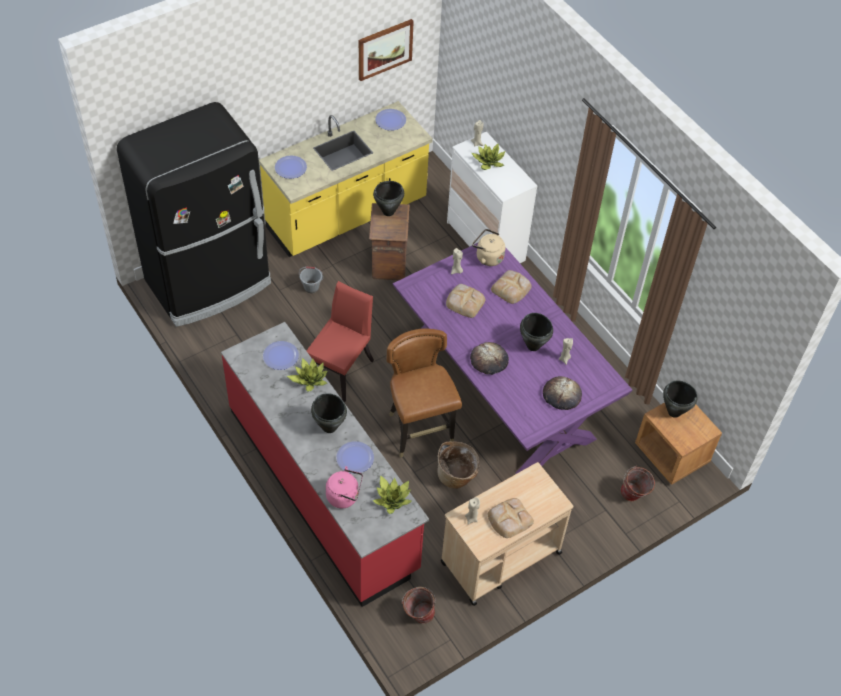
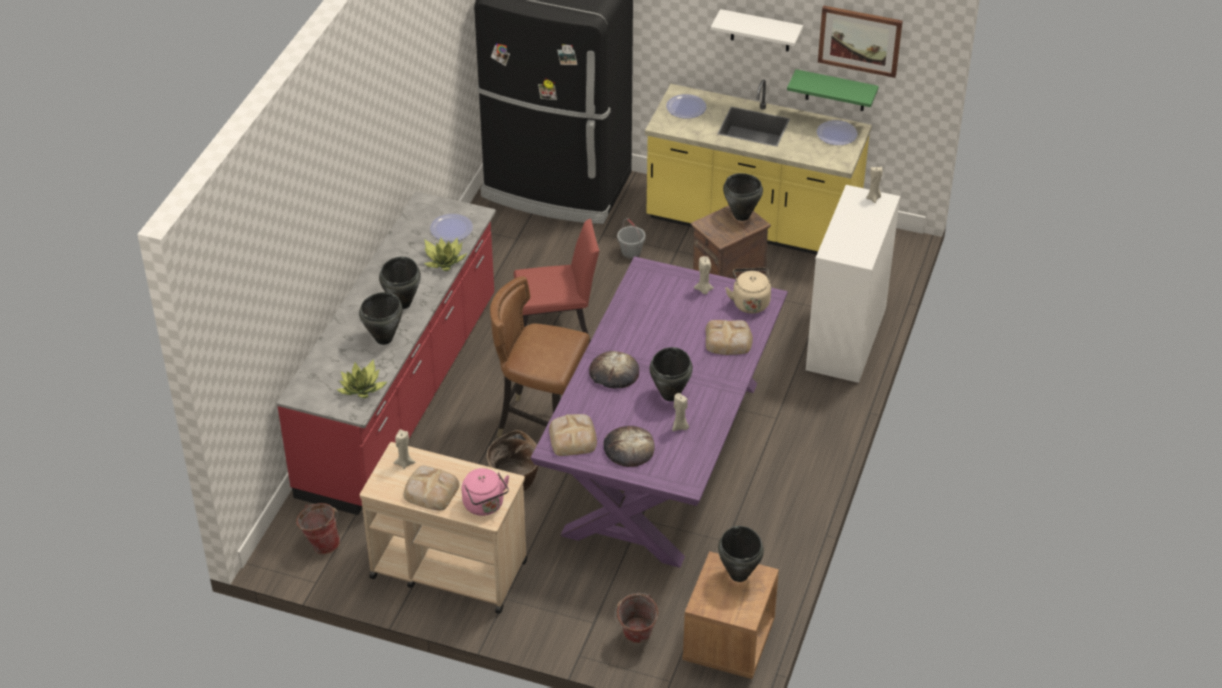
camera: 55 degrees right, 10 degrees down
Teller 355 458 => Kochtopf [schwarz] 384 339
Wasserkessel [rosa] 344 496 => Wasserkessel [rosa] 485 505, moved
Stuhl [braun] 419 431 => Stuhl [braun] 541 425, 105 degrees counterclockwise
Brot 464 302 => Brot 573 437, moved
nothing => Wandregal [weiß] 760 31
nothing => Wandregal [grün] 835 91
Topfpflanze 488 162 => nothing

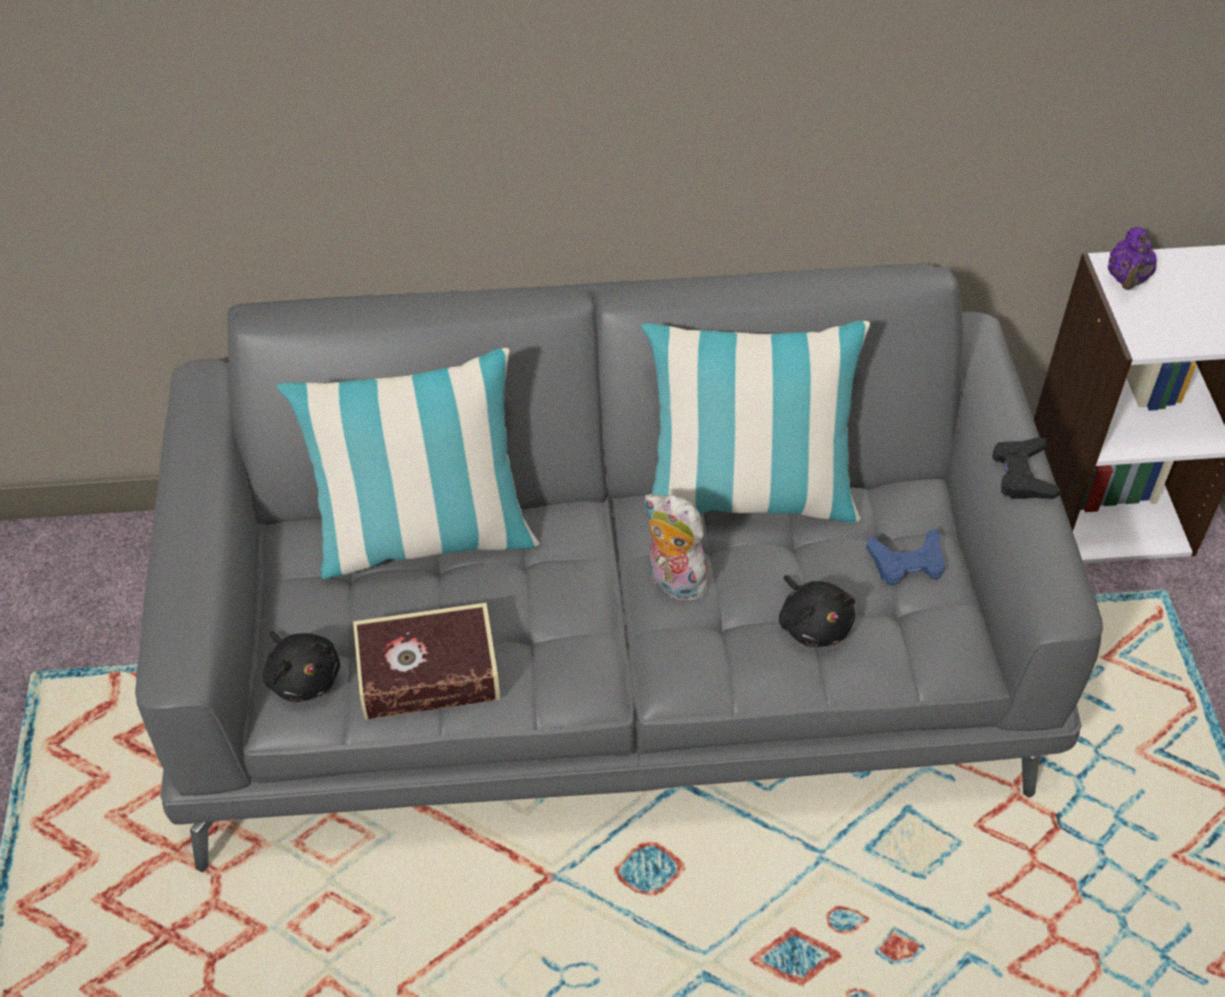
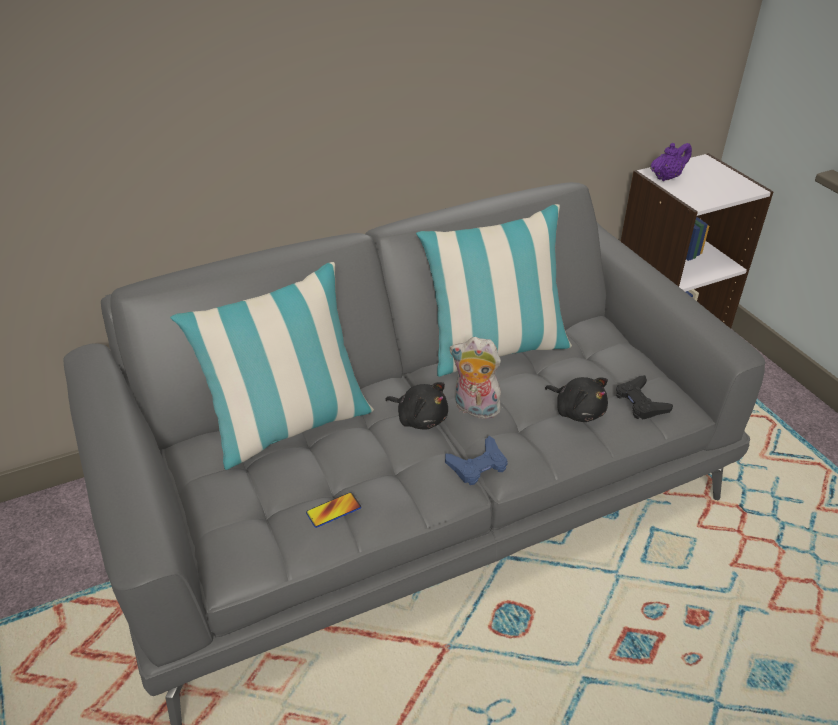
camera: 20 degrees left, 10 degrees down
Buch 428 673 => Handy 333 510
Plüschtier [schwarz] 303 677 => Plüschtier [schwarz] 420 418, moved
Gamepad [blau] 907 562 => Gamepad [blau] 478 465, moved
Gamepad [schwarz] 1022 474 => Gamepad [schwarz] 640 402, moved
Teekanne [lila] 1127 280 => Teekanne [lila] 666 177, 120 degrees counterclockwise

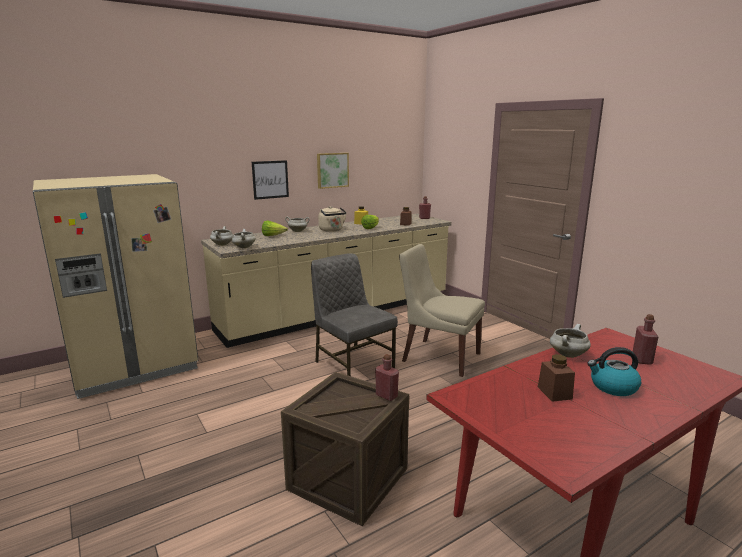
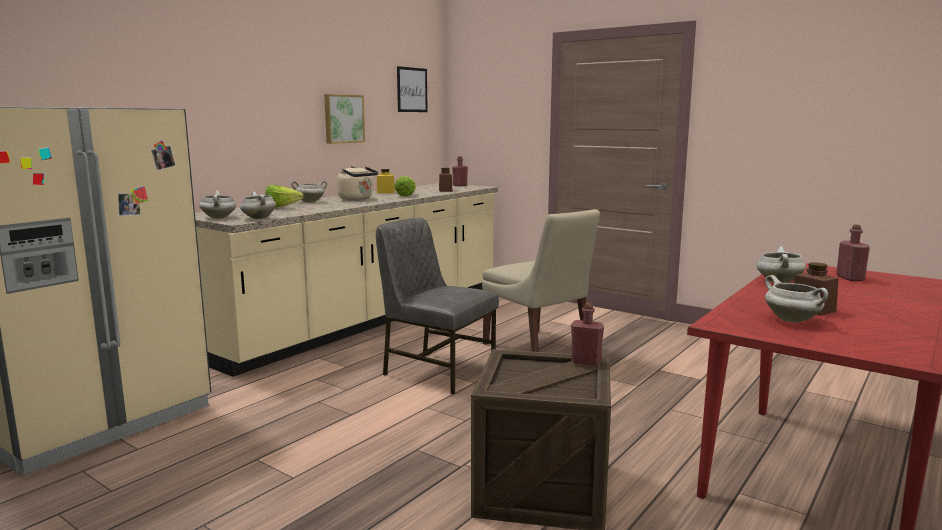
camera: 20 degrees left, 5 degrees down
Bild 270 179 => Bild 412 90, moved
Stuhl [beige] 438 356 => Stuhl [beige] 538 348, 135 degrees counterclockwise
nothing => Kochtopf [weiß] 793 320
Wasserkessel 613 387 => nothing

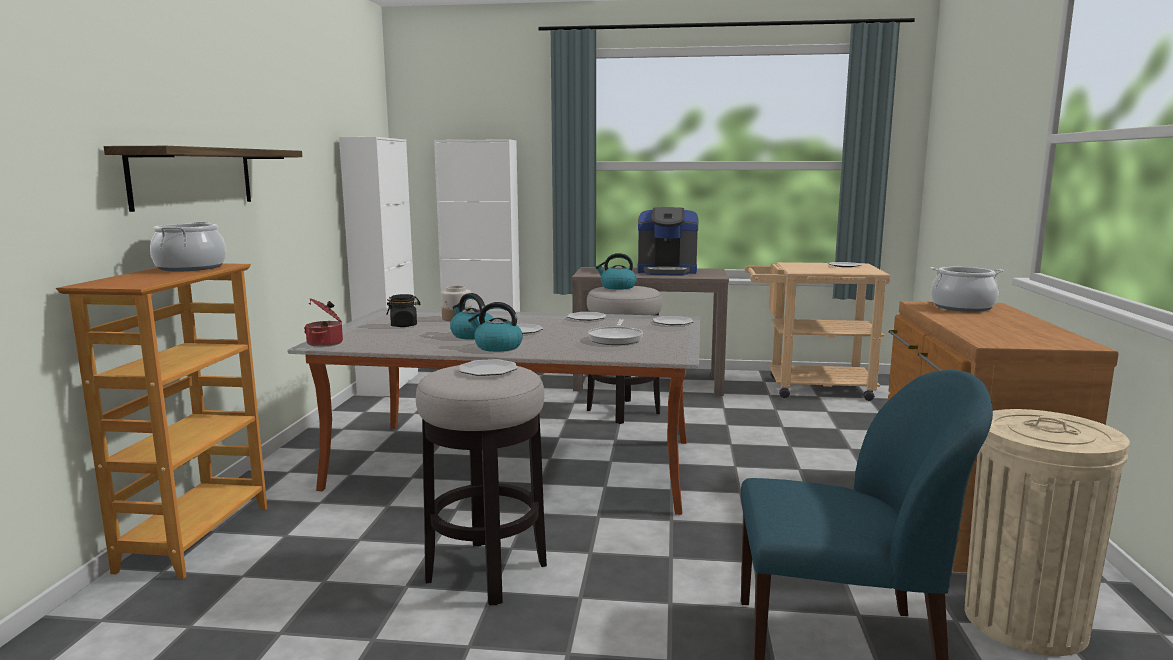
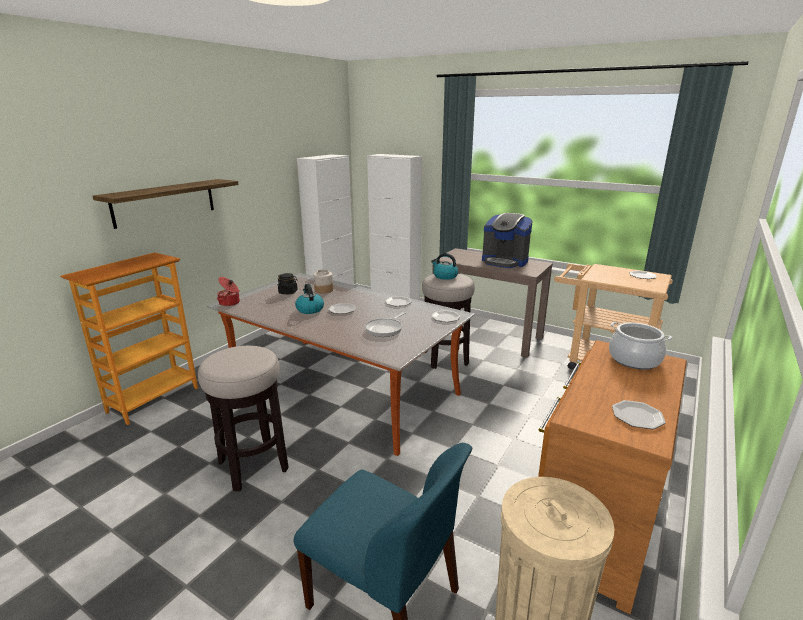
camera: 25 degrees right, 10 degrees up
Teller 487 370 => Teller 637 416, moved
Kochtopf 190 268 => nothing
Wasserkessel 497 347 => nothing

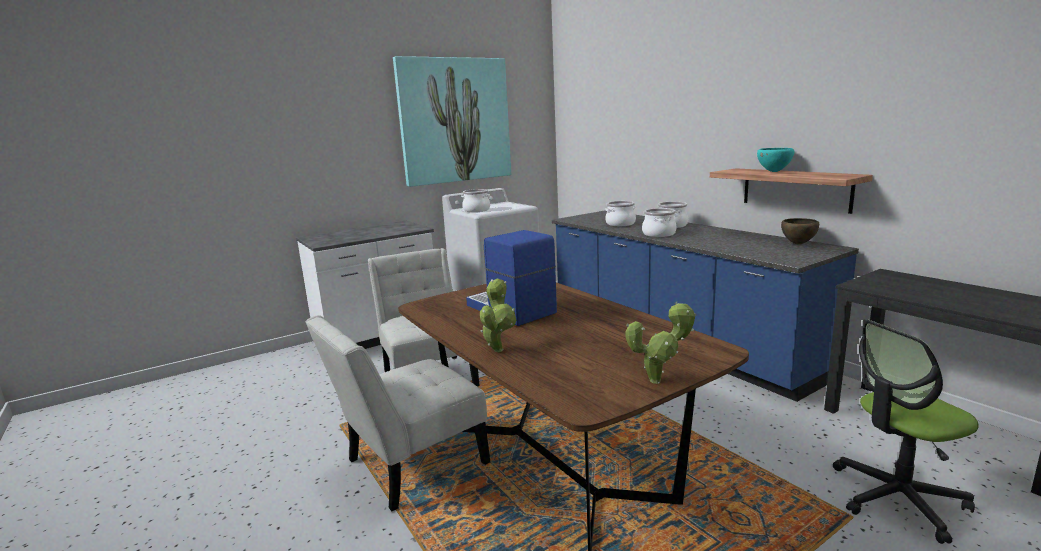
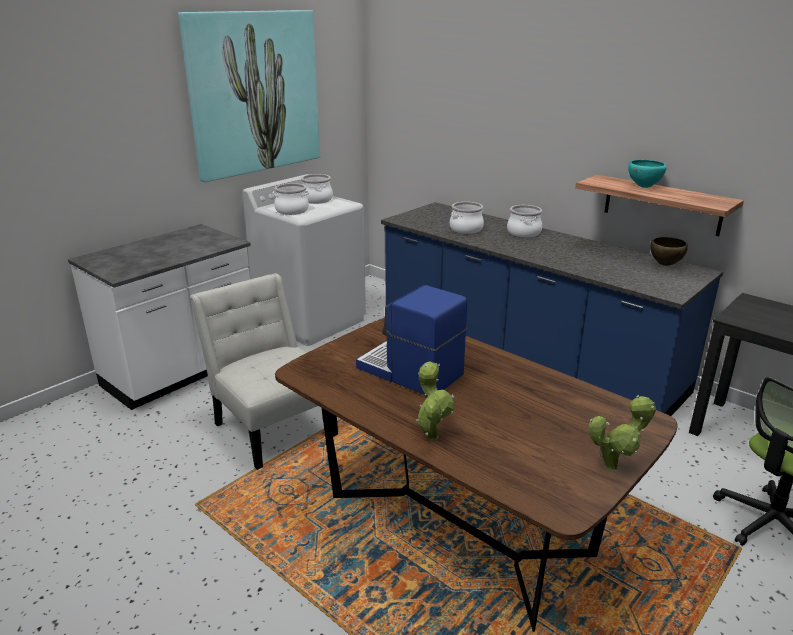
camera: 15 degrees left, 10 degrees up
Kochtopf 659 234 => Kochtopf 317 200, moved
Stuhl [weiß] 410 465 => nothing

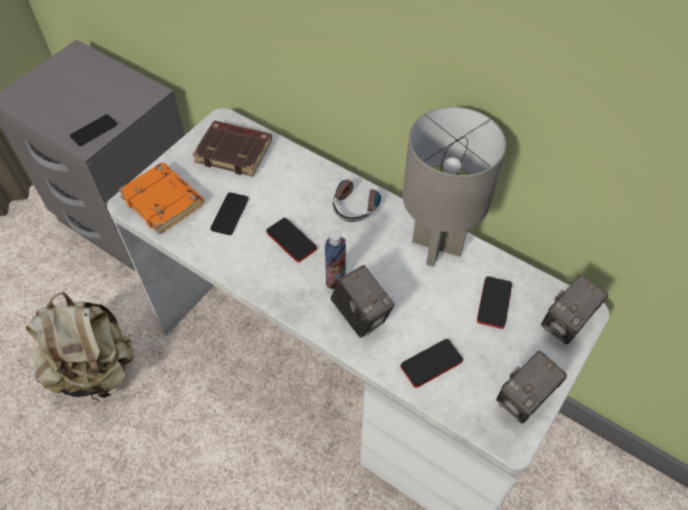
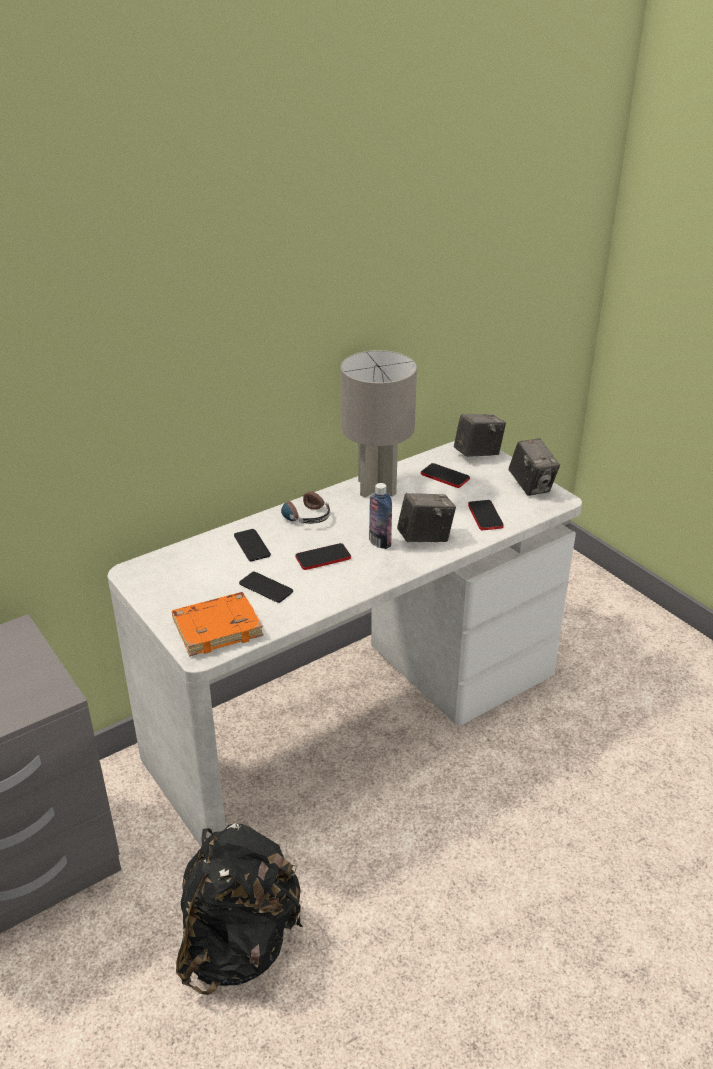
camera: 70 degrees left, 20 degrees down
Rucksack [beige] 95 370 => Rucksack [schwarz] 239 945
Handy 94 130 => Handy 252 545, moved
Kamera 566 323 => Kamera 478 453, 90 degrees counterclockwise
Buch [braun] 235 151 => nothing

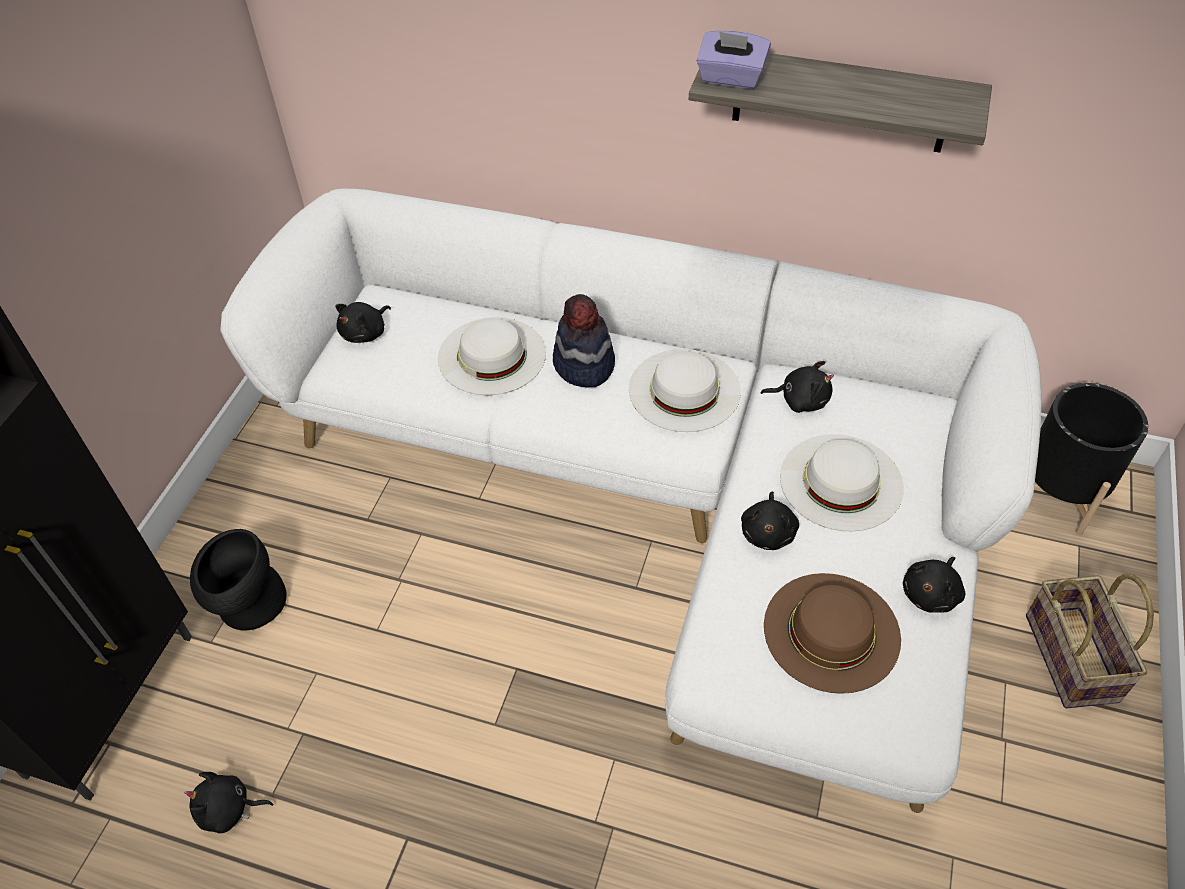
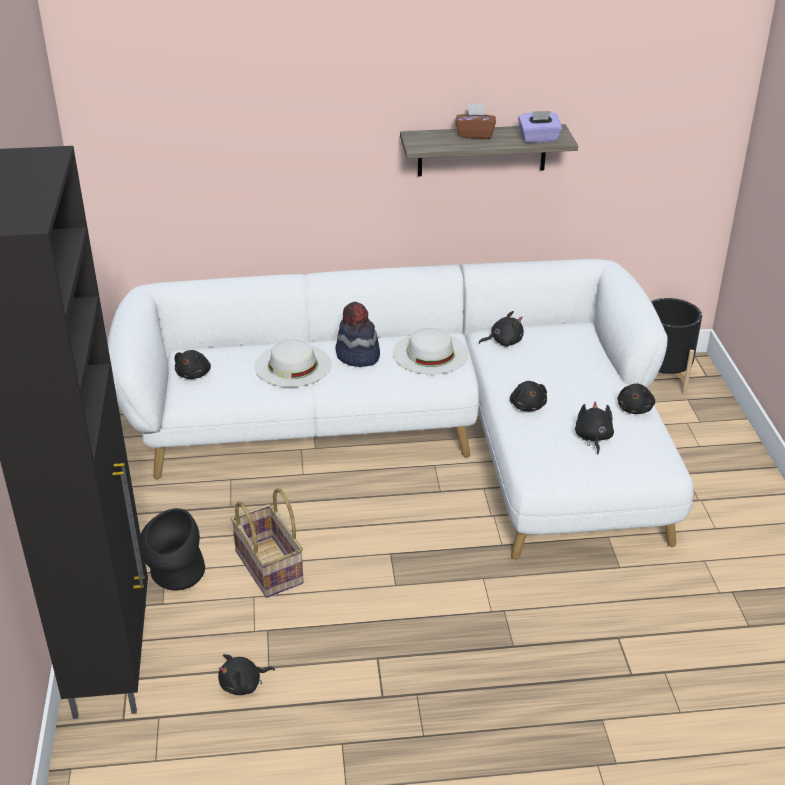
camera: 25 degrees left, 15 degrees down
Korb 1073 658 => Korb 270 567, moved
nothing => Taschentuchbox [braun] 475 135
Taschentuchbox [lila] 731 79 => Taschentuchbox [lila] 538 139, moved
Hut [braun] 831 631 => Plüschtier [schwarz] 593 438
Hut [weiß] 841 481 => nothing

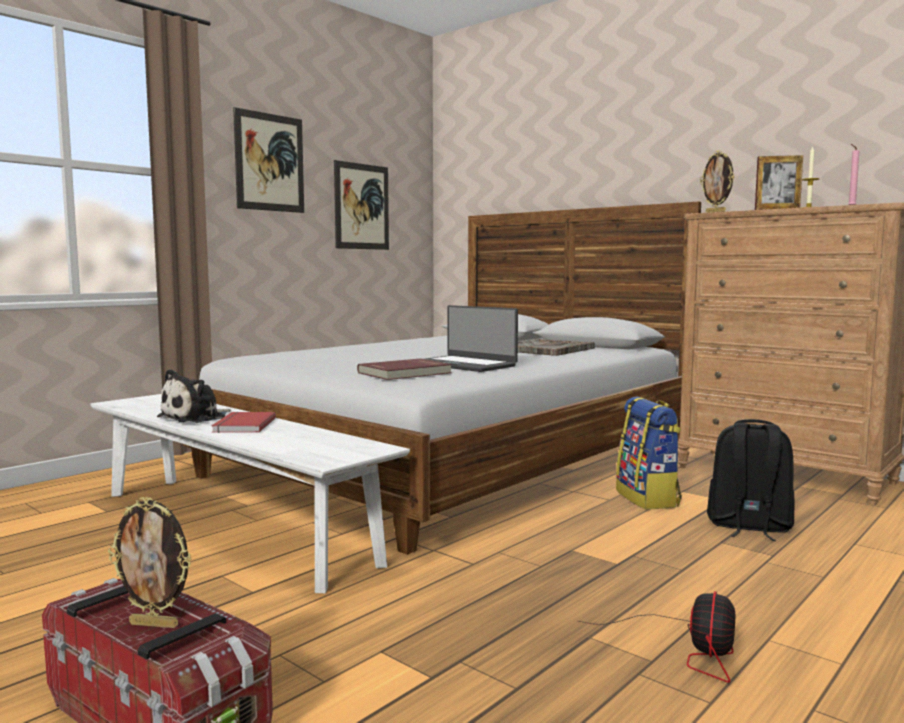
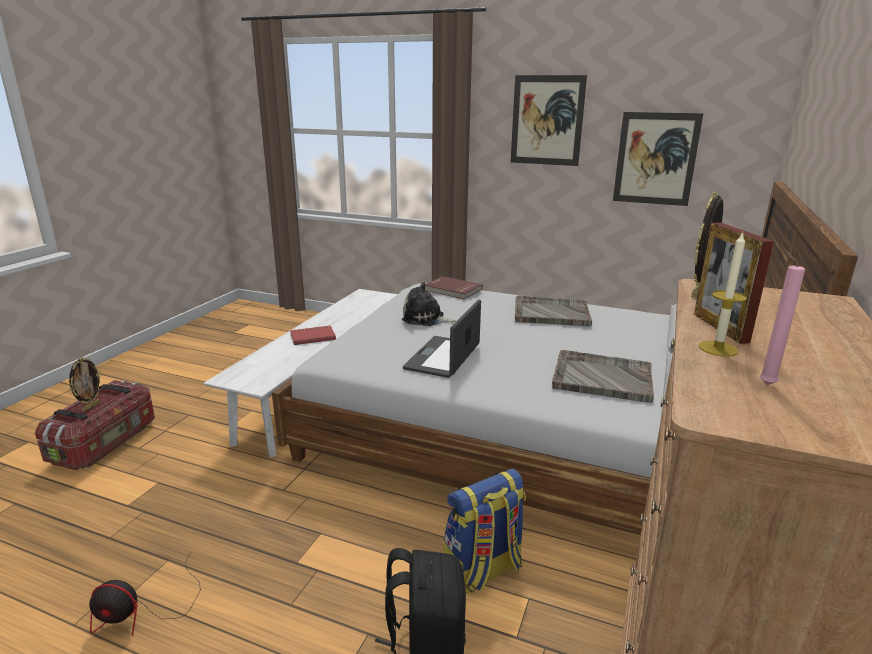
camera: 70 degrees right, 15 degrees up
Bilderrahmen 155 624 => Bilderrahmen 91 406, 150 degrees counterclockwise
Plüschtier 196 417 => Plüschtier 425 319, moved
Buch [rot] 405 373 => Buch [rot] 452 290, moved
nothing => Tablett [grau] 550 313

